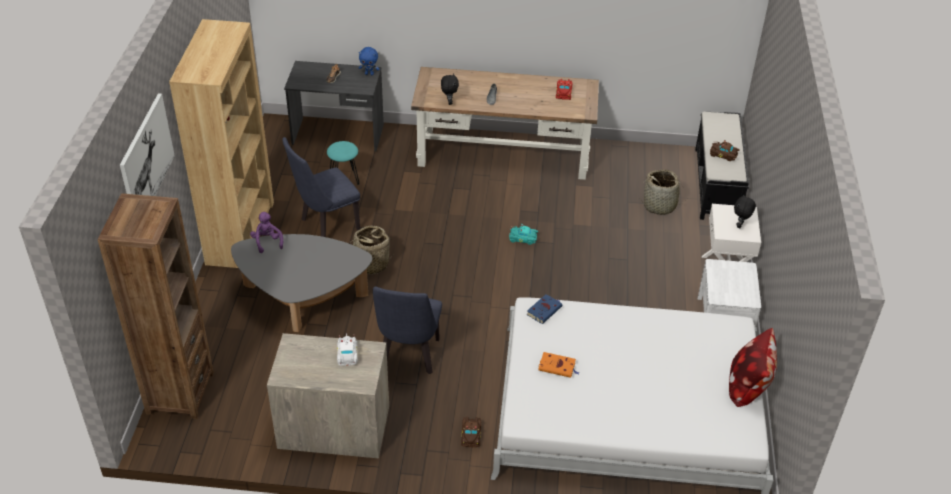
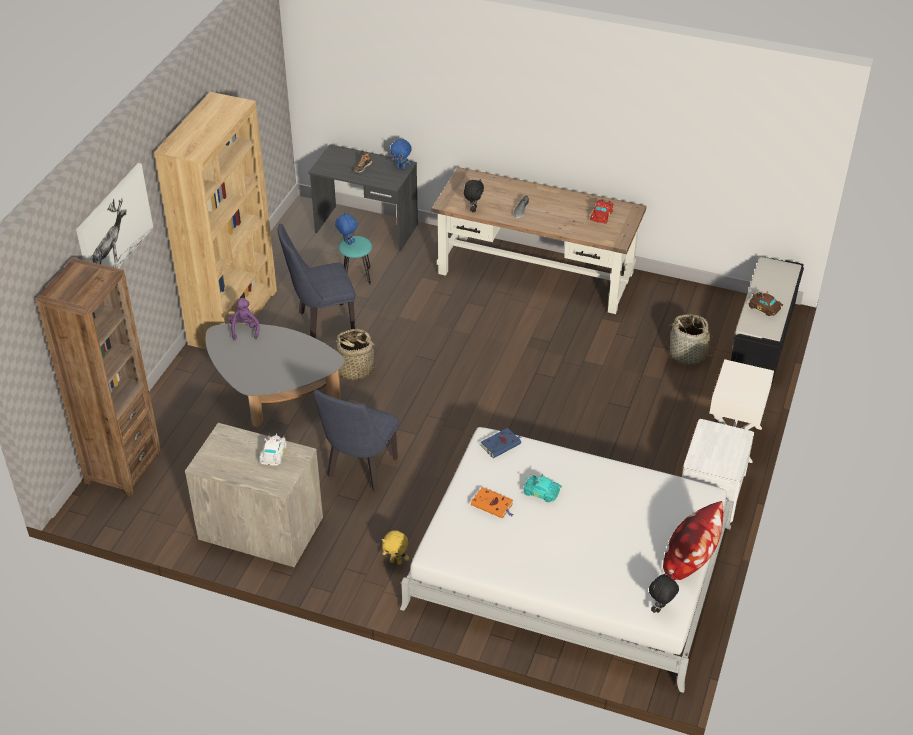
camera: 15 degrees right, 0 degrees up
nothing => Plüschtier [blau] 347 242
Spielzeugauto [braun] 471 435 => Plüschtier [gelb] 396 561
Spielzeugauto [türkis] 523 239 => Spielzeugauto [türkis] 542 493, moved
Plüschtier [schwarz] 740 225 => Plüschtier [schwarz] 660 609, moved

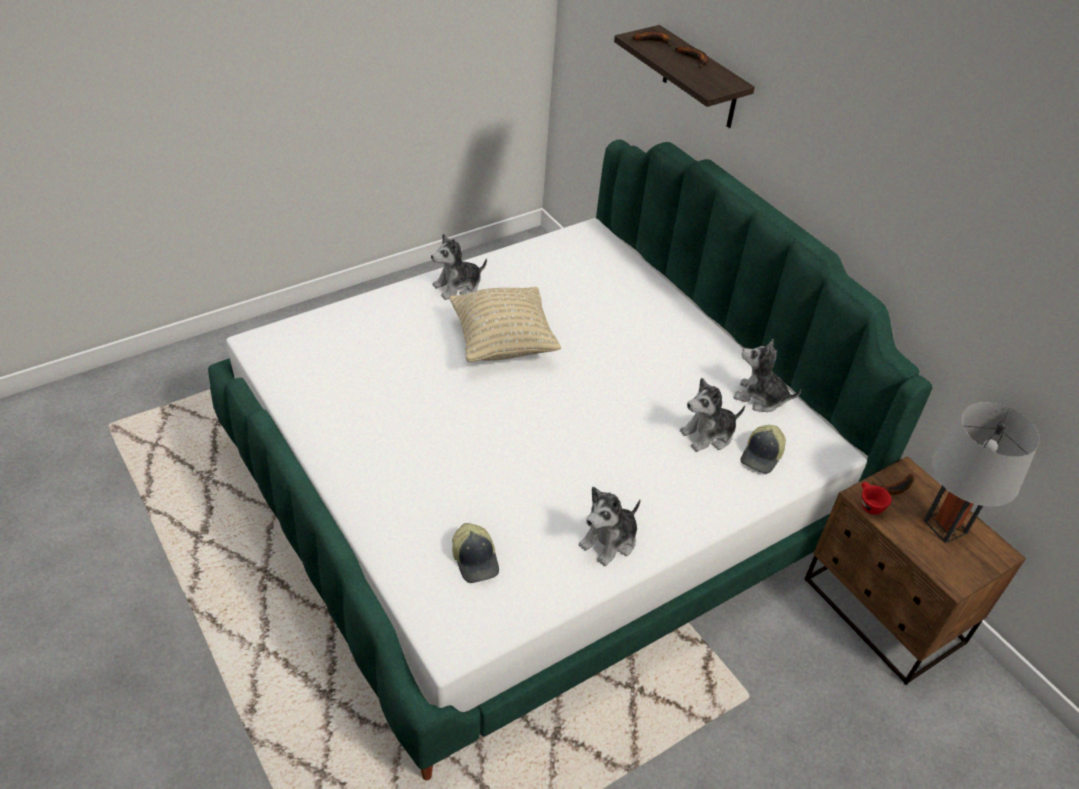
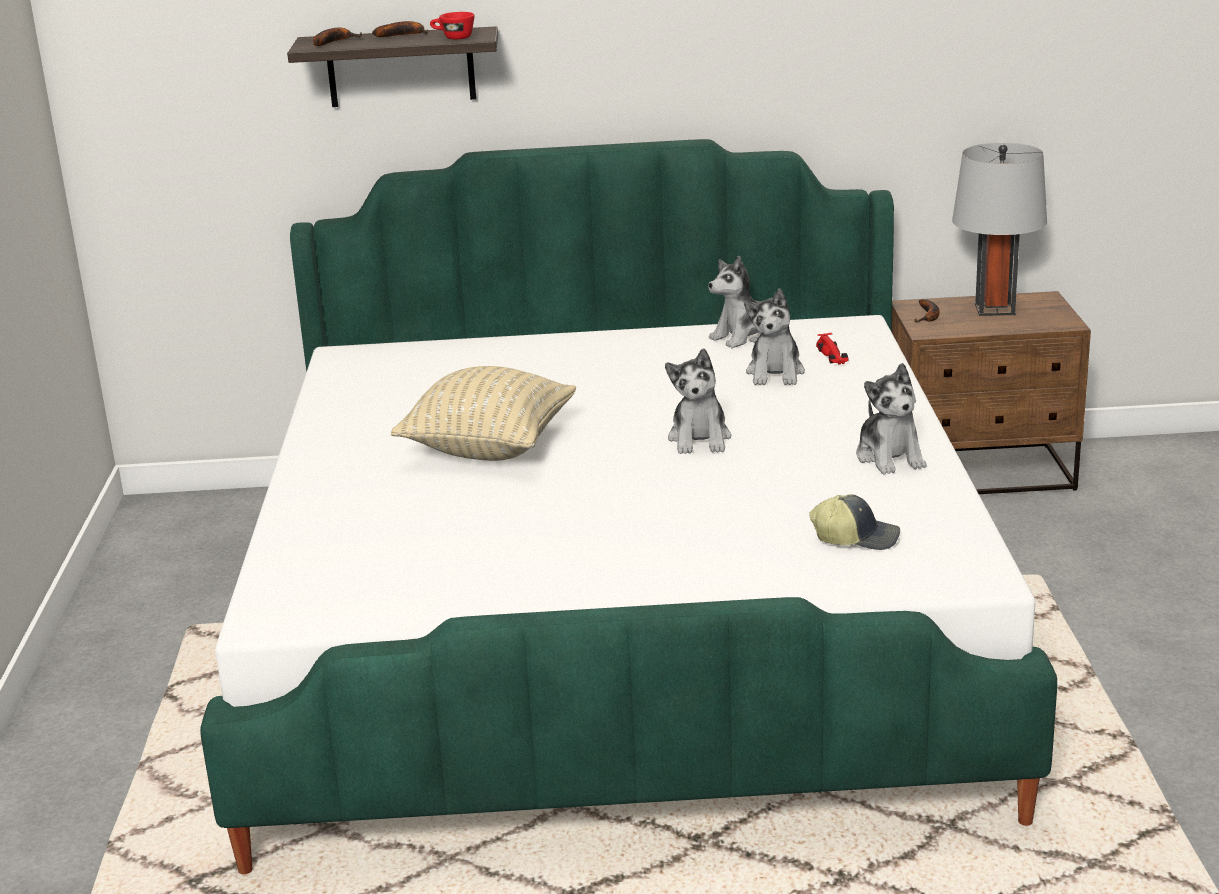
camera: 55 degrees left, 20 degrees down
Tasse [rot] 868 504 => Tasse [rot] 453 38, moved
Plüschtier 458 287 => Plüschtier 700 439, moved
Kappe 762 456 => Spielzeugauto [rot] 832 356

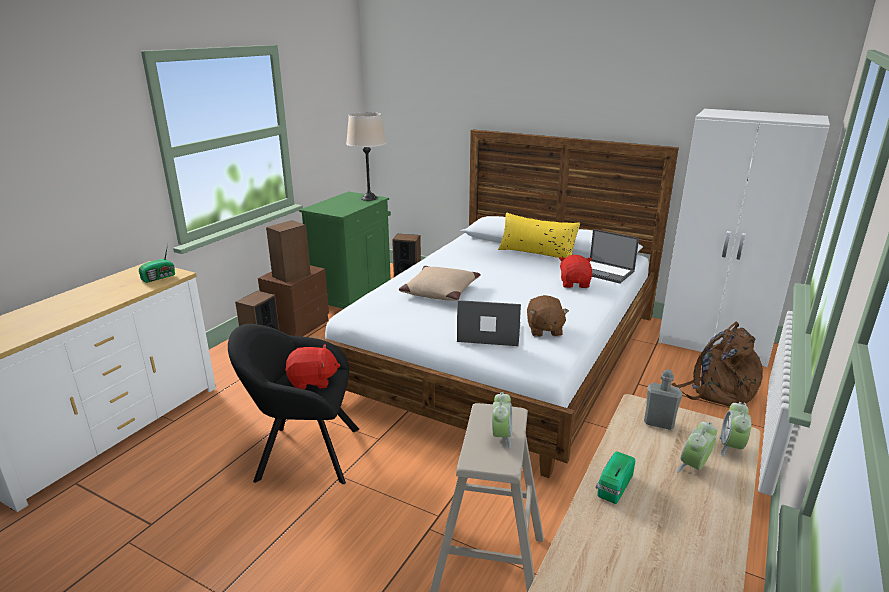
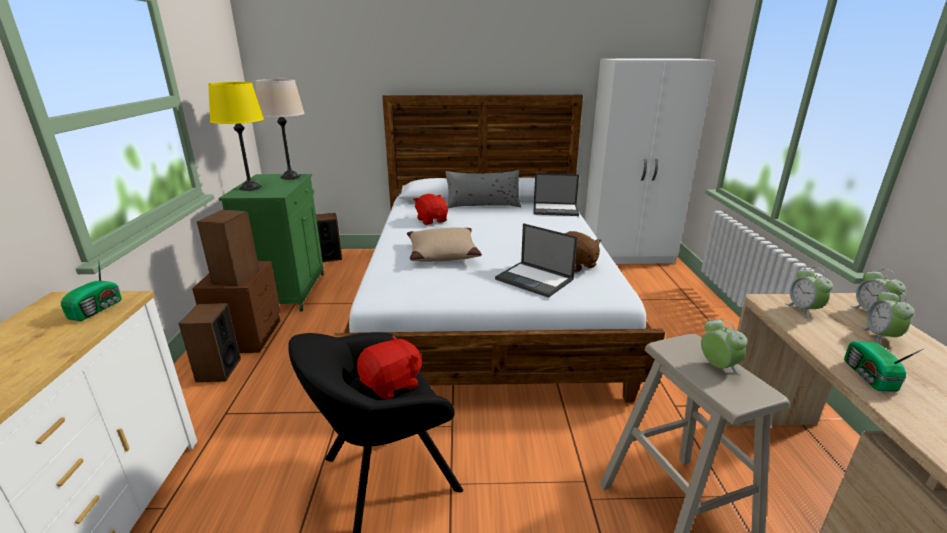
camera: 30 degrees left, 0 degrees up
nothing => Tischlampe [gelb] 250 188
Plüschtier [rot] 575 283 => Plüschtier [rot] 432 220, moved
Kissen [gelb] 537 252 => Kissen [grau] 483 205
Laptop 488 333 => Laptop 535 279, 120 degrees counterclockwise
Flasche [grau] 658 423 => Wecker 803 310
Rucksack [braun] 717 390 => nothing

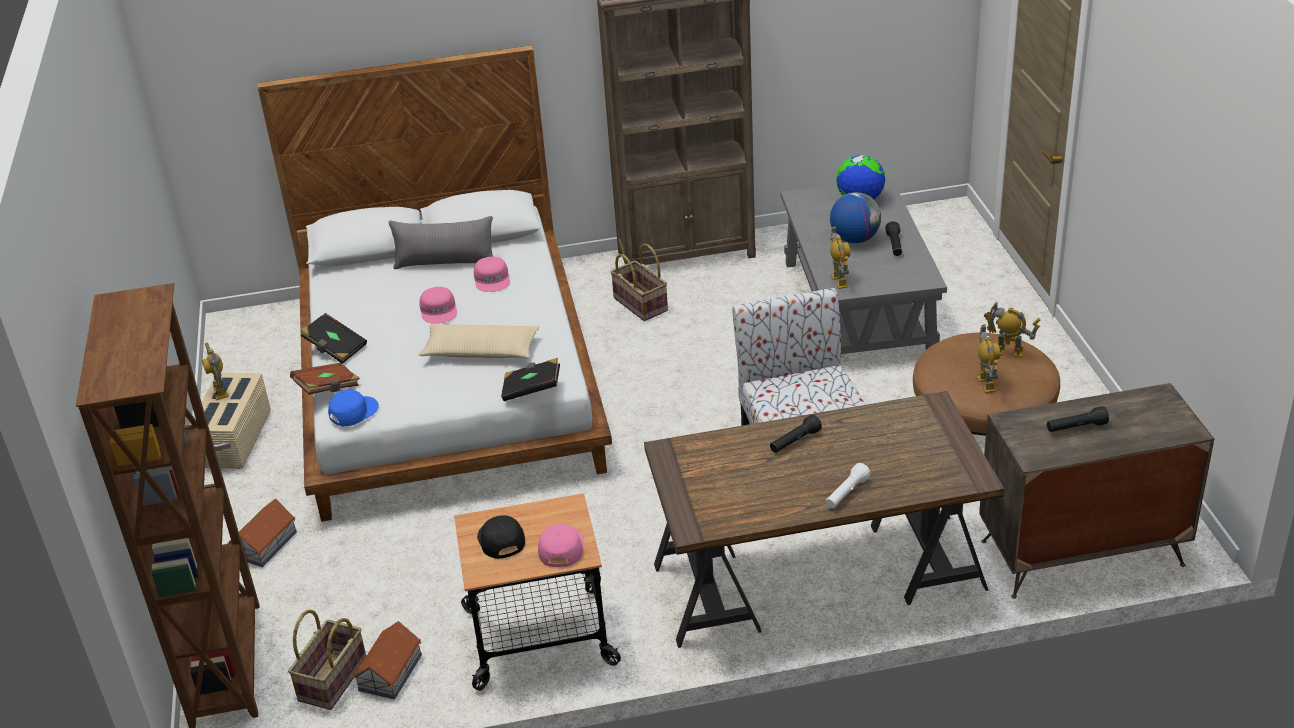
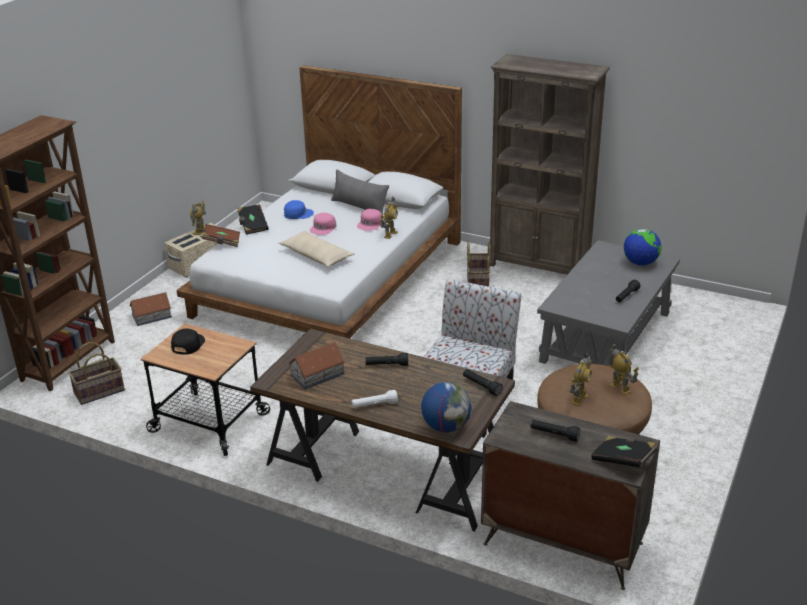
camera: 35 degrees right, 5 degrees down
Kappe [blau] 353 411 => Kappe [blau] 298 213, moved
Spielzeughaus 391 672 => Spielzeughaus 318 374, moved
Spielzeugroboter 839 281 => Spielzeugroboter 390 234, moved
Globus 854 239 => Globus 446 426, moved
nothing => Taschenlampe [schwarz] 481 386
Buch [schwarz] 532 389 => Buch [schwarz] 623 460, moved
Kappe [rosa] 560 548 => nothing

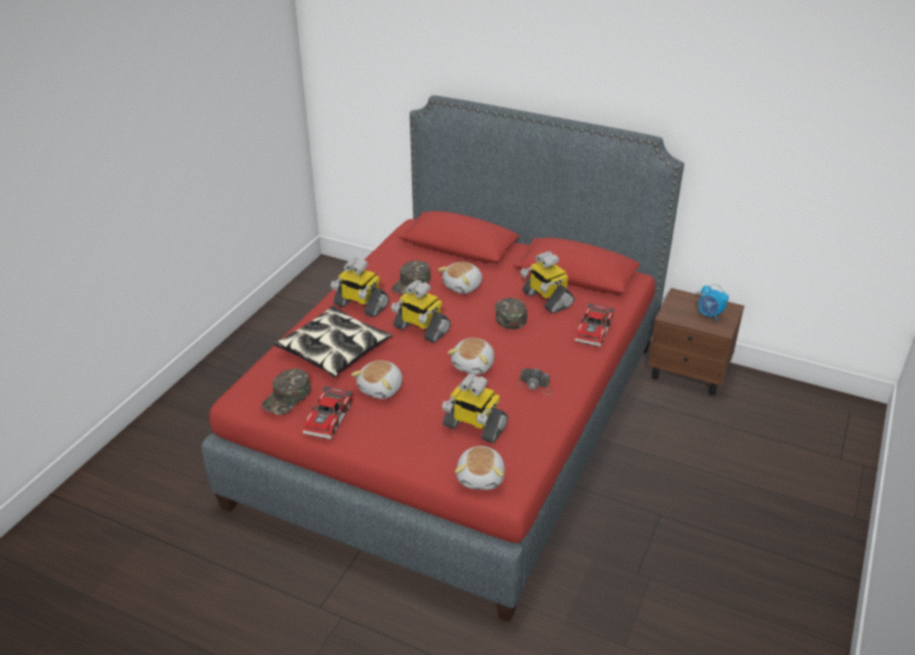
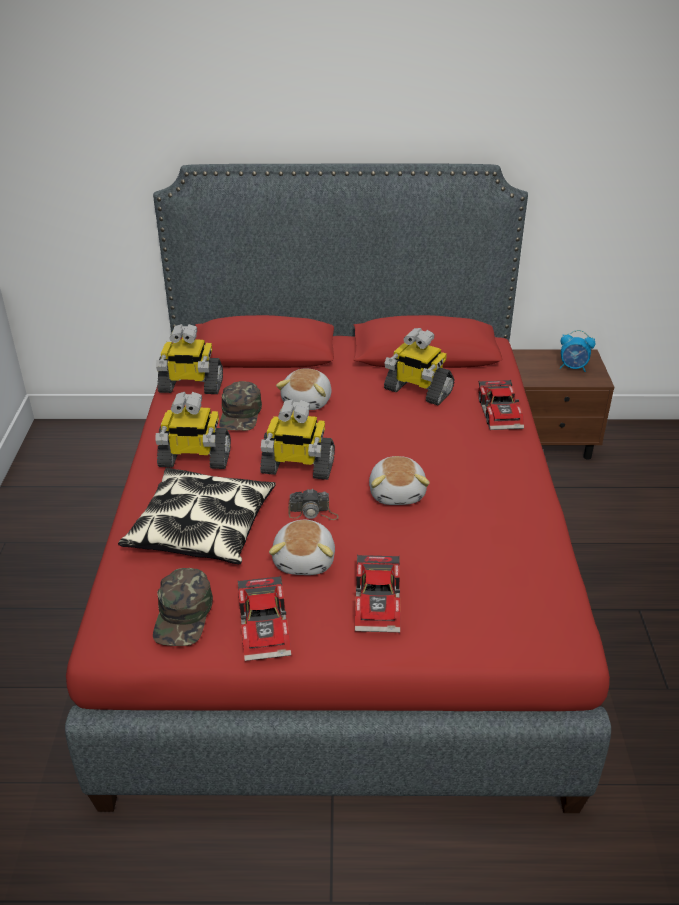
camera: 25 degrees left, 0 degrees up
Spielzeugroboter 474 426 => Spielzeugroboter 190 386, moved
Kamera 536 386 => Kamera 313 513, moved
nothing => Spielzeugauto 380 602
Plüschtier 481 477 => nothing
Kappe [grün] 509 315 => nothing

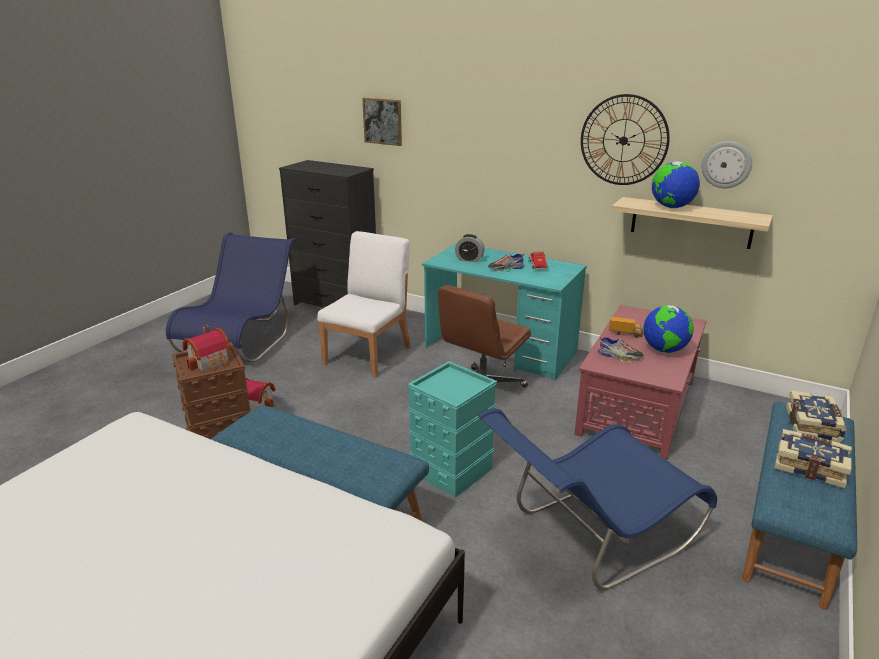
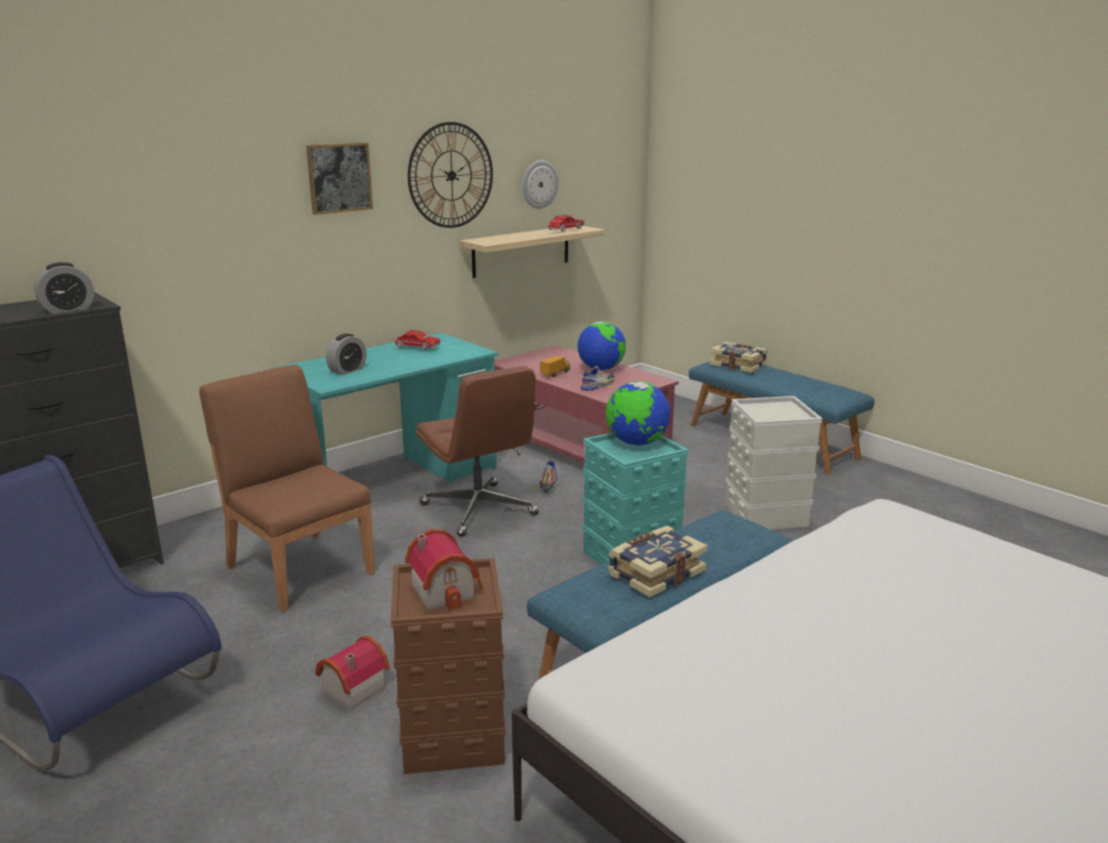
camera: 70 degrees left, 5 degrees down
nothing => Wecker 68 309
Stuhl [weiß] 368 355 => Stuhl [braun] 300 569
Bild 383 121 => Bild 339 177, moved
Schuh 505 268 => Schuh 548 485, moved
nothing => Spielzeuglaster 565 231
Globus 671 207 => Globus 636 443, moved
Buch 809 466 => Buch 655 573, moved
Stuhl [blau] 590 538 => Aufbewahrungsbox [grau] 765 515

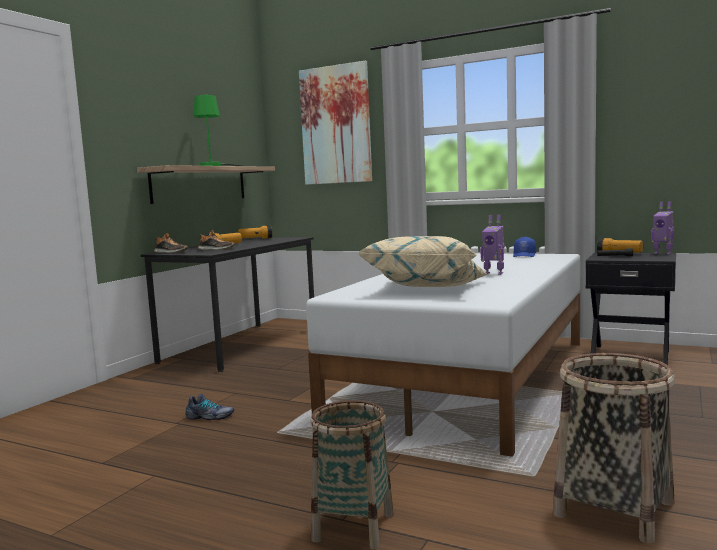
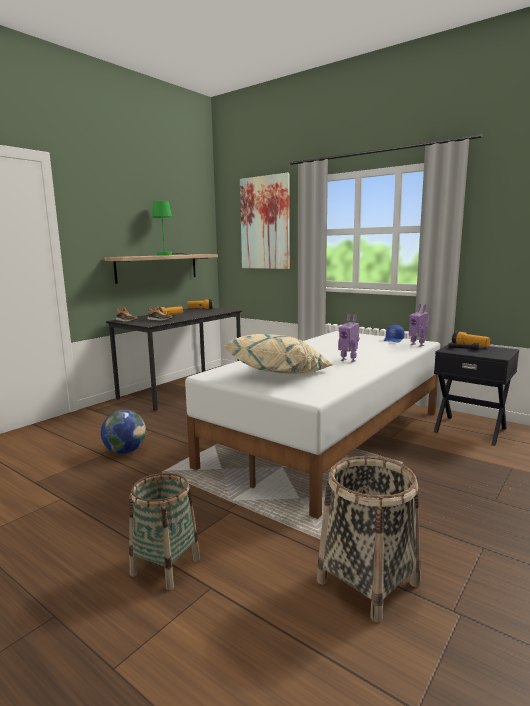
camera: 10 degrees right, 5 degrees up
Schuh 209 417 => Globus 125 451
Spielzeugroboter 663 253 => Spielzeugroboter 417 345, moved

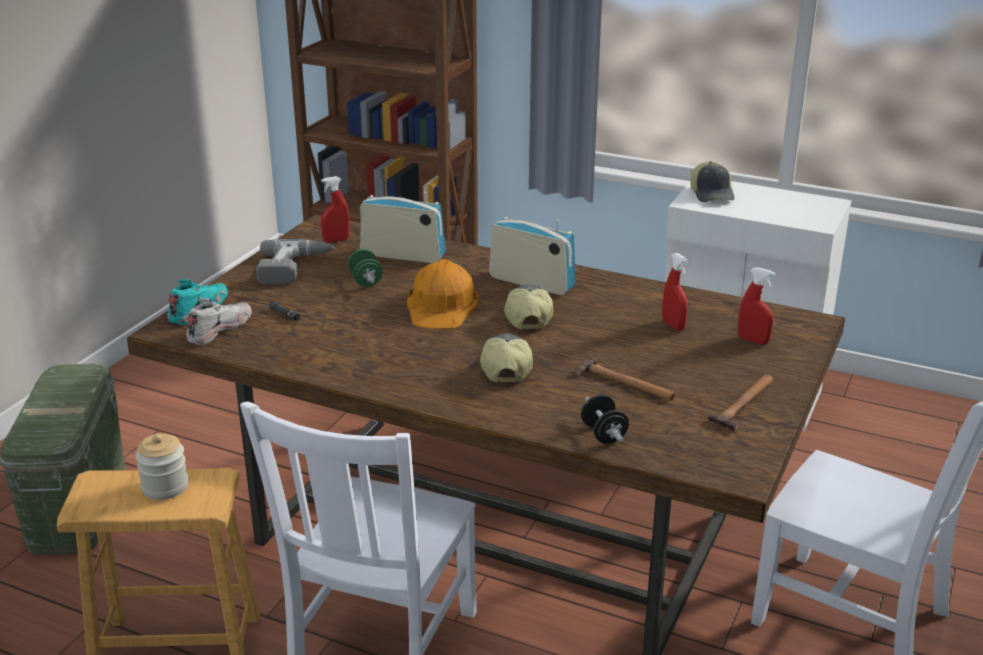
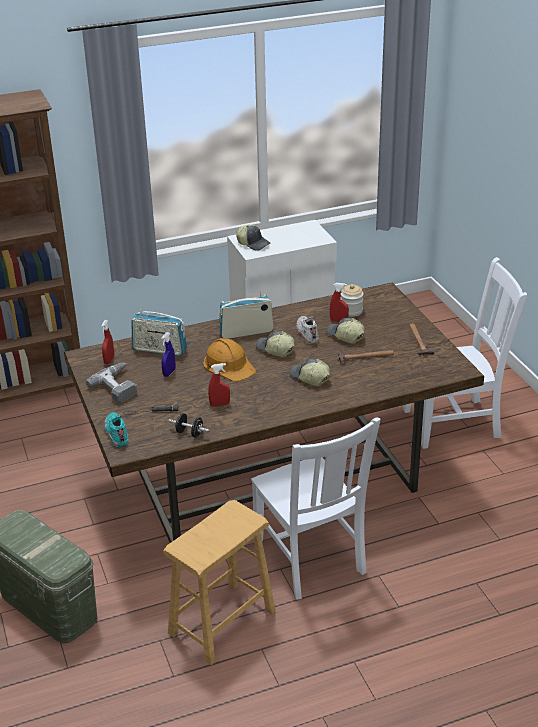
camera: 45 degrees left, 5 degrees up
Radio 403 255 => Radio 160 350, 135 degrees counterclockwise
Hantel [grün] 365 281 => Sprühflasche [blau] 169 373
Hantel [schwarz] 603 434 => Hantel [schwarz] 189 433, moved
Sprühflasche [rot] 753 340 => Sprühflasche [rot] 219 404, moved
Schuh [weiß] 219 329 => Schuh [weiß] 307 333, moved
nothing => Kappe 345 336
Vorratsglas 165 487 => Vorratsglas 351 311, moved

